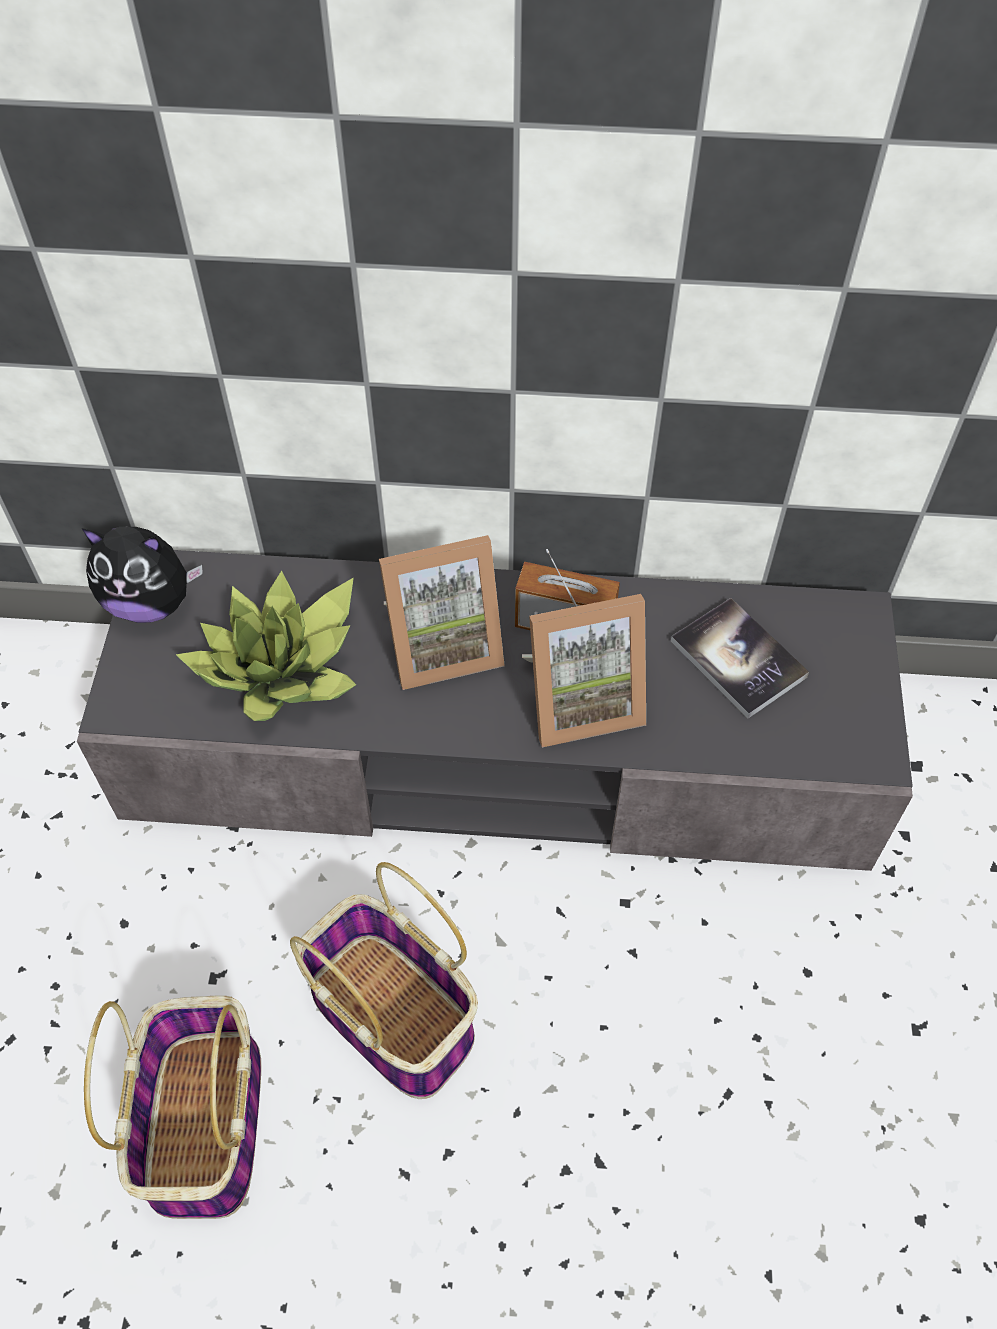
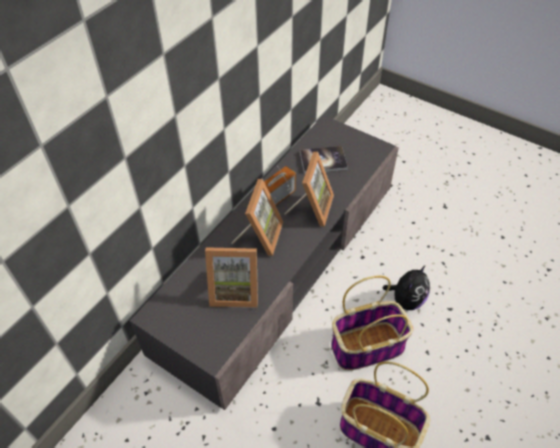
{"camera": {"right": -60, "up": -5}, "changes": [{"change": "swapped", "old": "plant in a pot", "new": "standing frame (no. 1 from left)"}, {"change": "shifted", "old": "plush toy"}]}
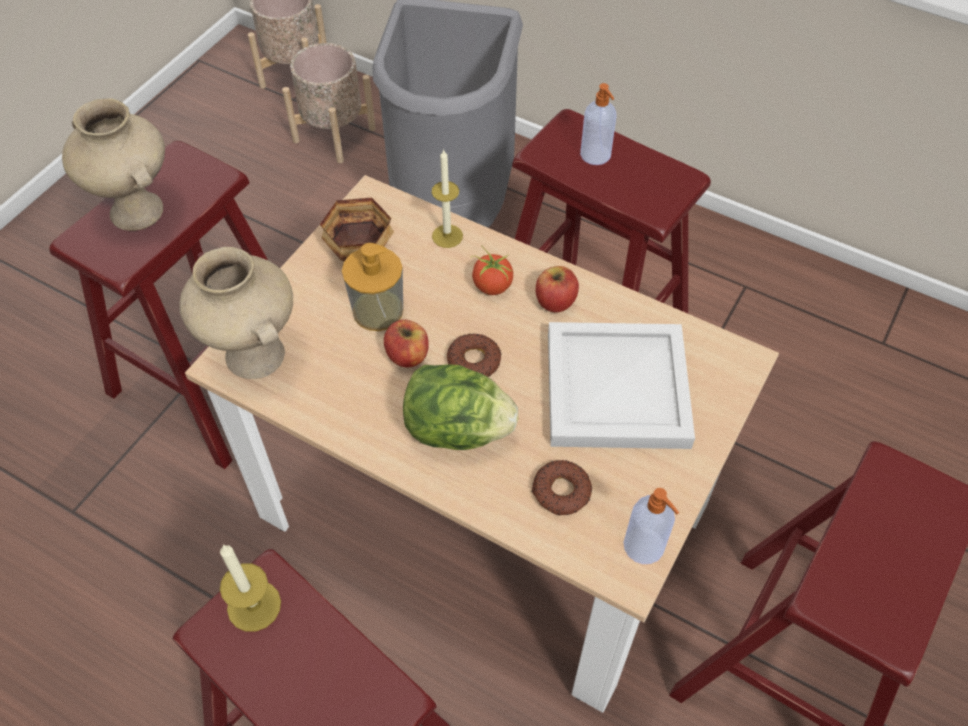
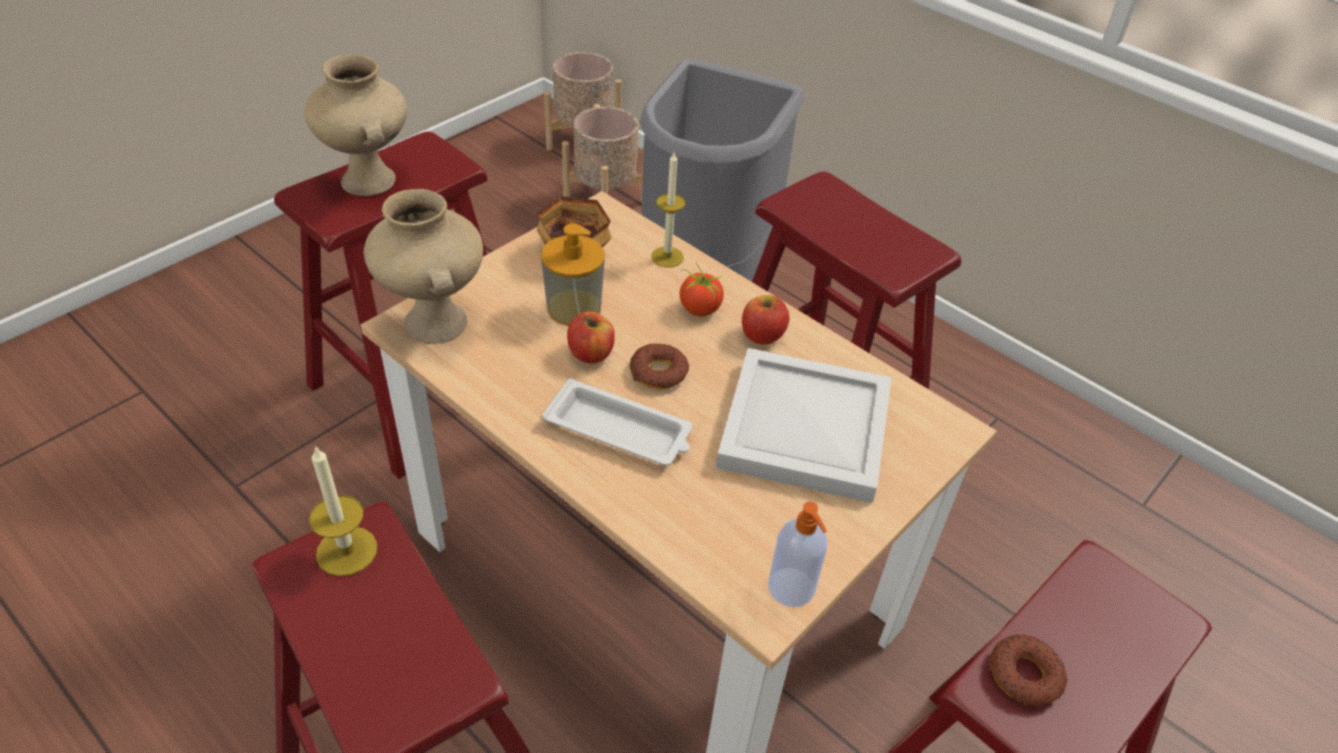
{"camera": {"right": 10, "up": -10}, "changes": [{"change": "swapped", "old": "lettuce", "new": "serving tray (white) (no. 1 from left)"}, {"change": "shifted", "old": "ring doughnut (no. 2 from left)"}, {"change": "gone", "old": "soap bottle (no. 2 from left)"}]}
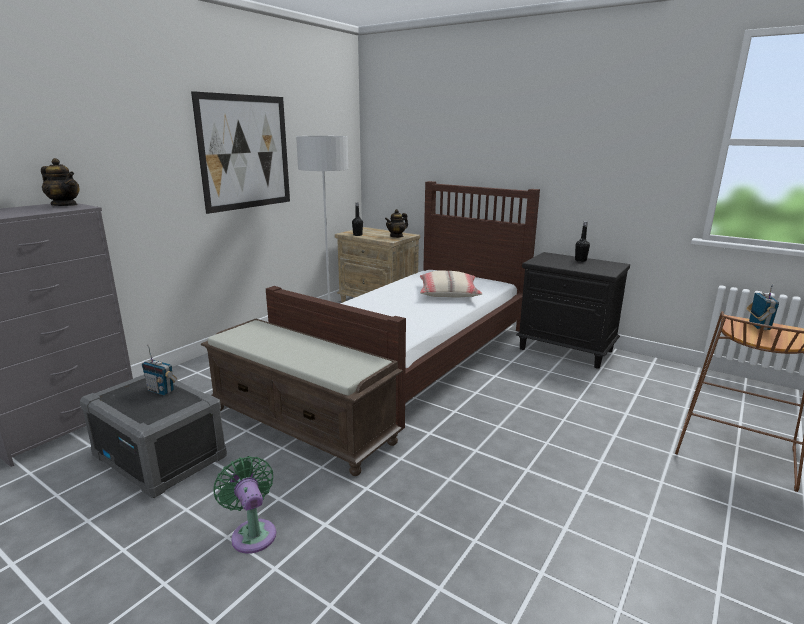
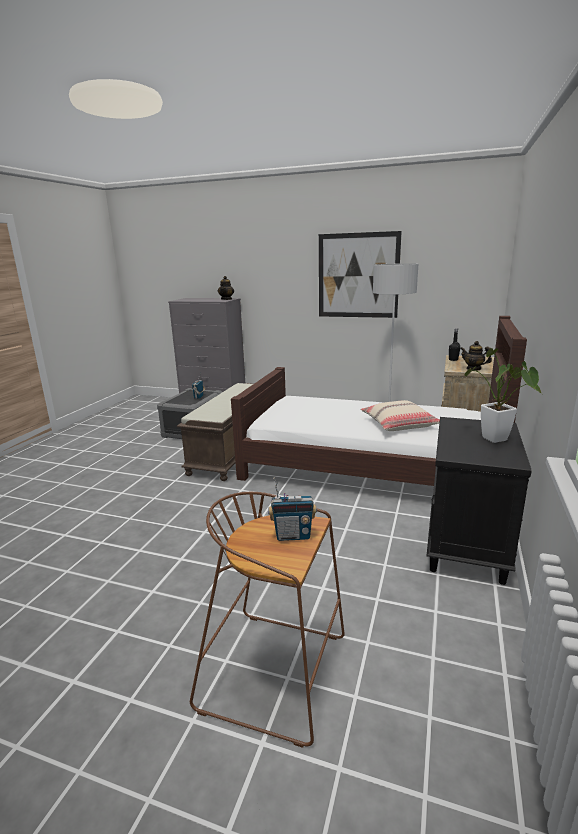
{"camera": {"right": 75, "up": 0}, "changes": [{"change": "swapped", "old": "bottle (black-coloured) (no. 2 from left)", "new": "plant in a pot"}, {"change": "gone", "old": "fan (green)"}]}
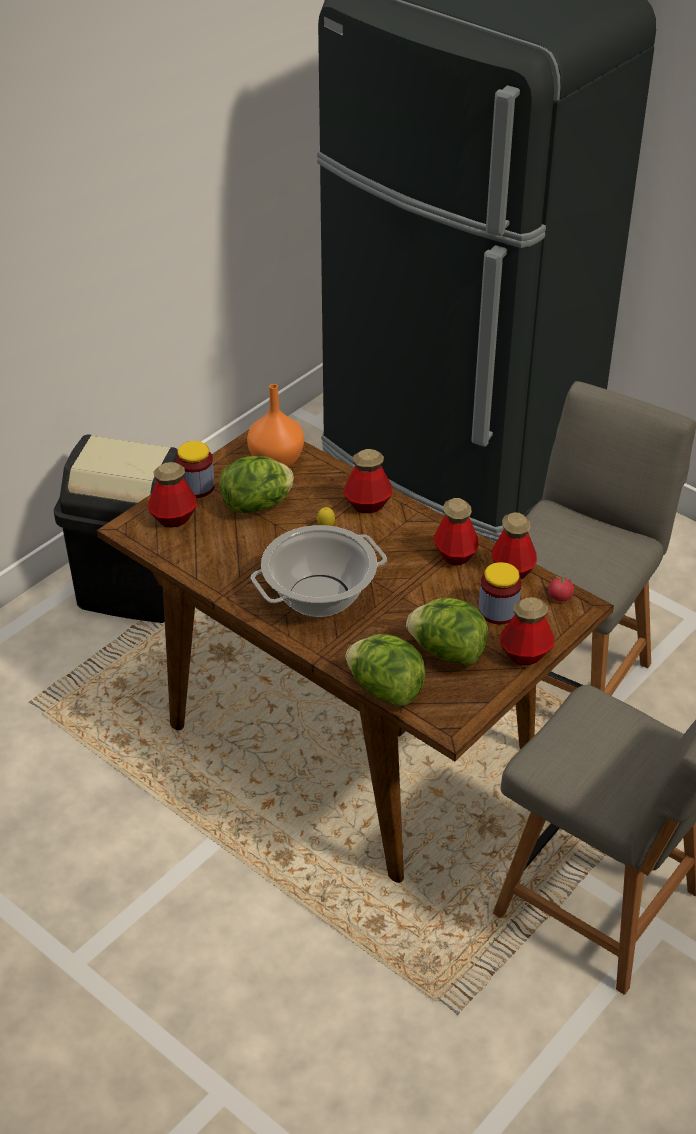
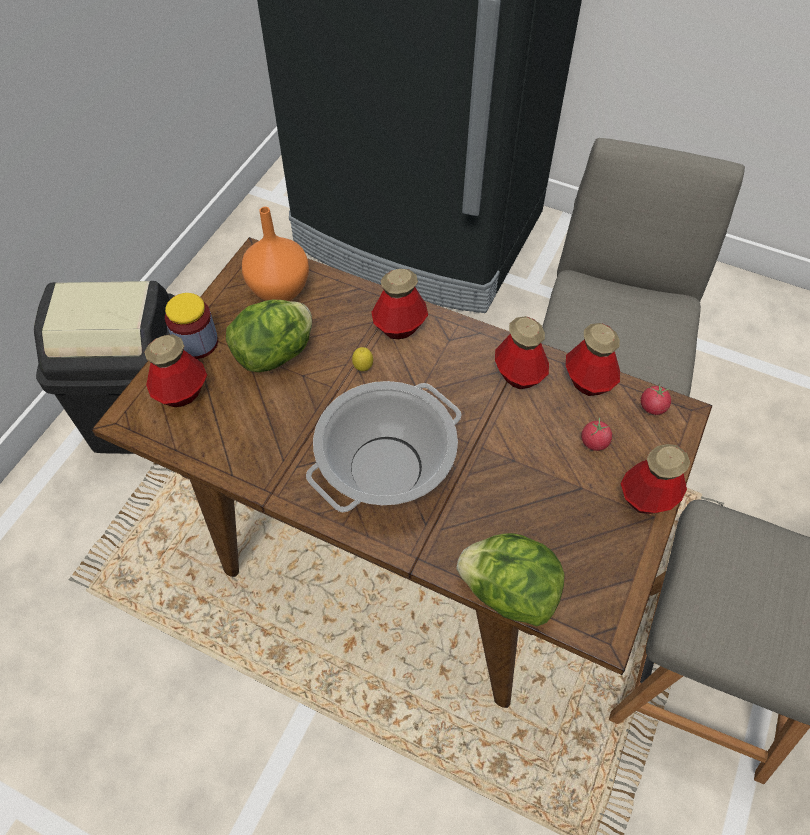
{"camera": {"right": -15, "up": 15}, "changes": [{"change": "swapped", "old": "jar (no. 2 from left)", "new": "whole tomato (no. 1 from left)"}, {"change": "gone", "old": "lettuce (no. 3 from left)"}]}
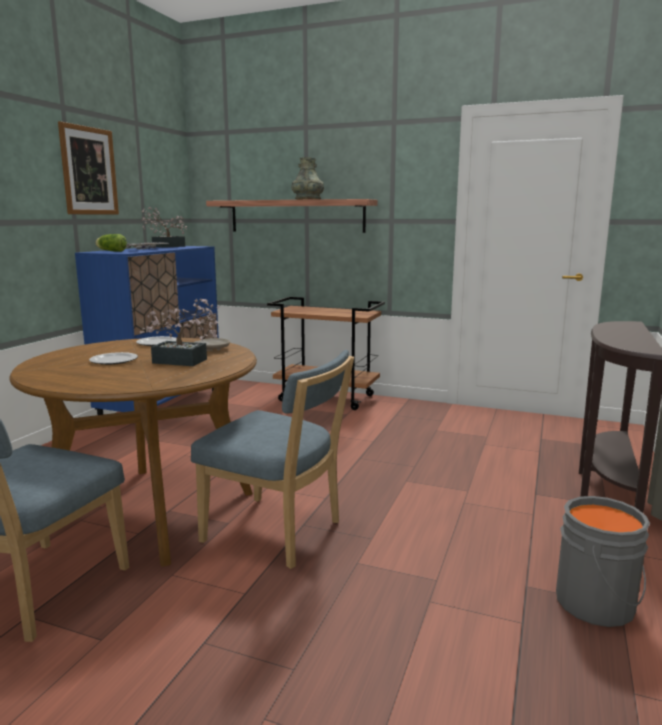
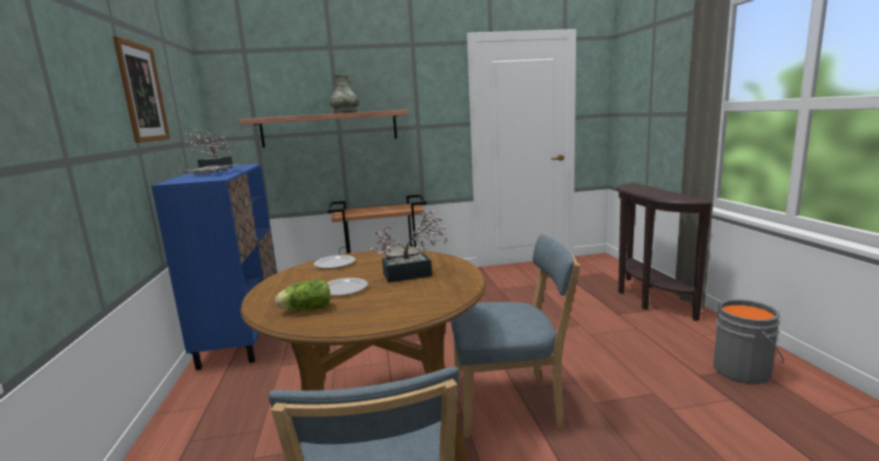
{"camera": {"right": -30, "up": 0}, "changes": [{"change": "shifted", "old": "lettuce"}]}
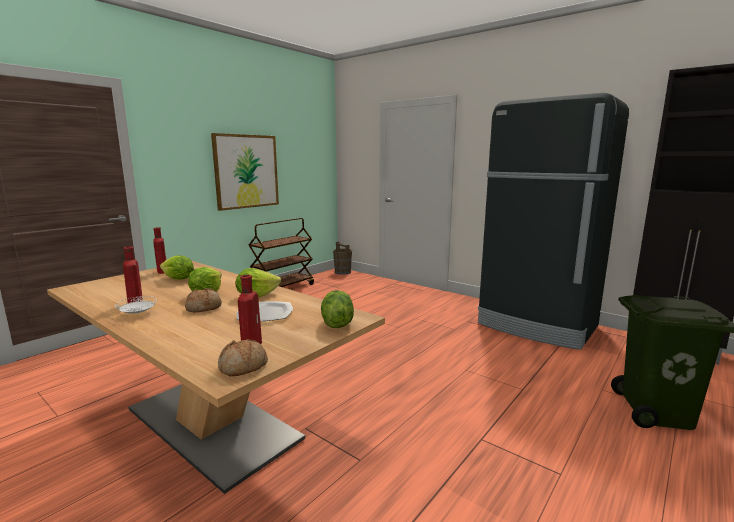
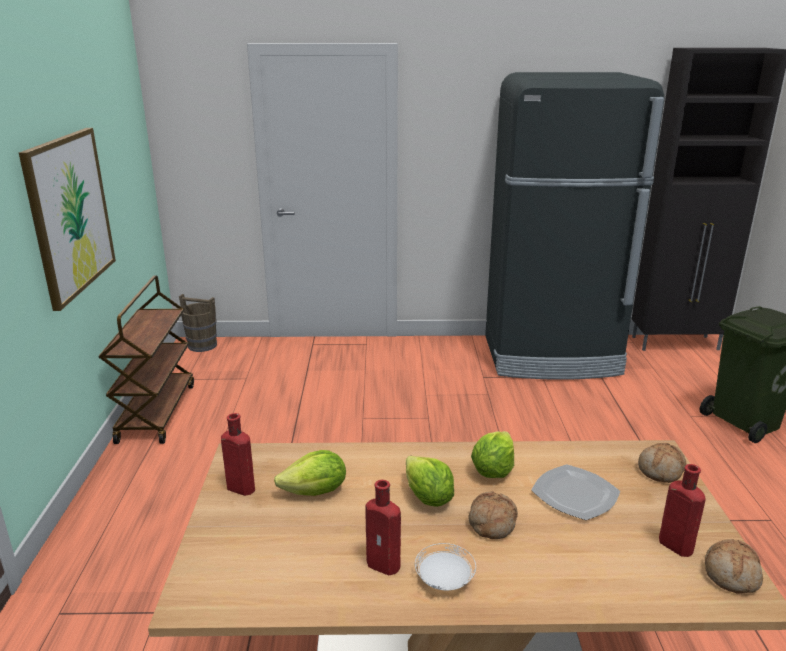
{"camera": {"right": -40, "up": 10}, "changes": [{"change": "swapped", "old": "lettuce (no. 4 from left)", "new": "bakery bread (no. 2 from left)"}]}
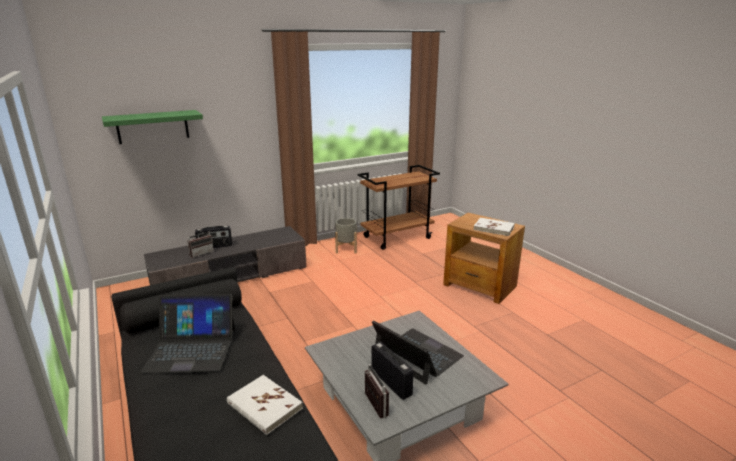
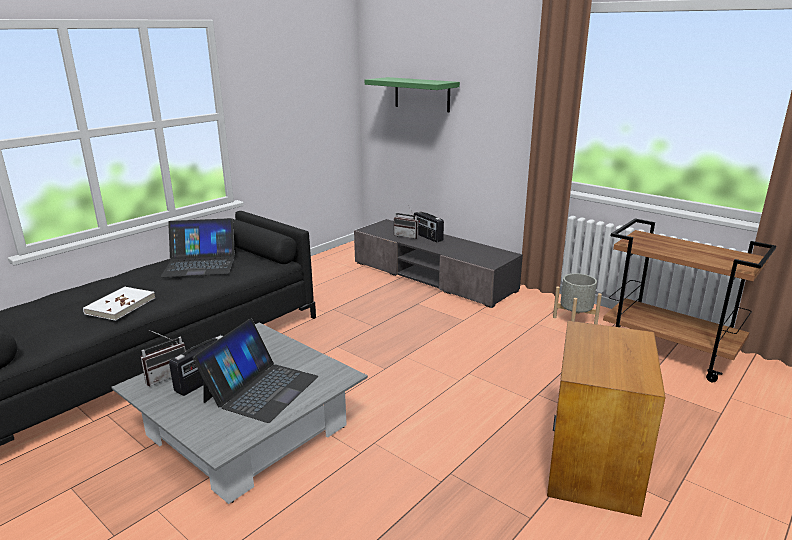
{"camera": {"right": 70, "up": 0}, "changes": [{"change": "rotated", "old": "portable computer (no. 1 from left)", "degrees": -75}, {"change": "gone", "old": "bound book (white) (no. 2 from left)"}]}
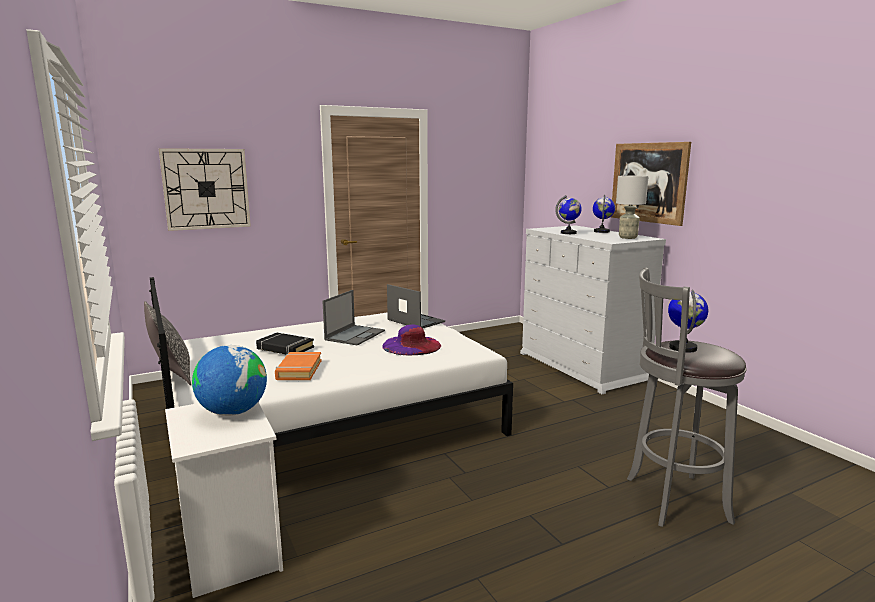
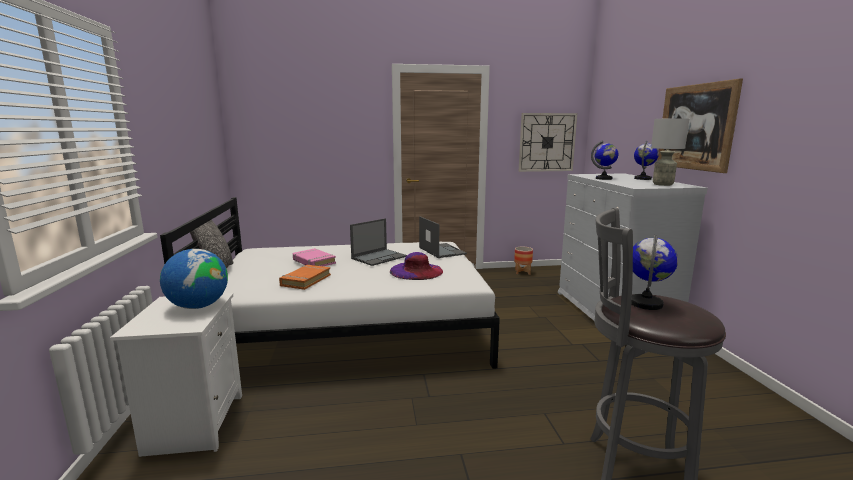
{"camera": {"right": 20, "up": 0}, "changes": [{"change": "repainted", "old": "bound book (black-coloured)", "new": "bound book (pink-coloured)"}, {"change": "new", "new": "planter"}, {"change": "shifted", "old": "clock on the wall"}]}
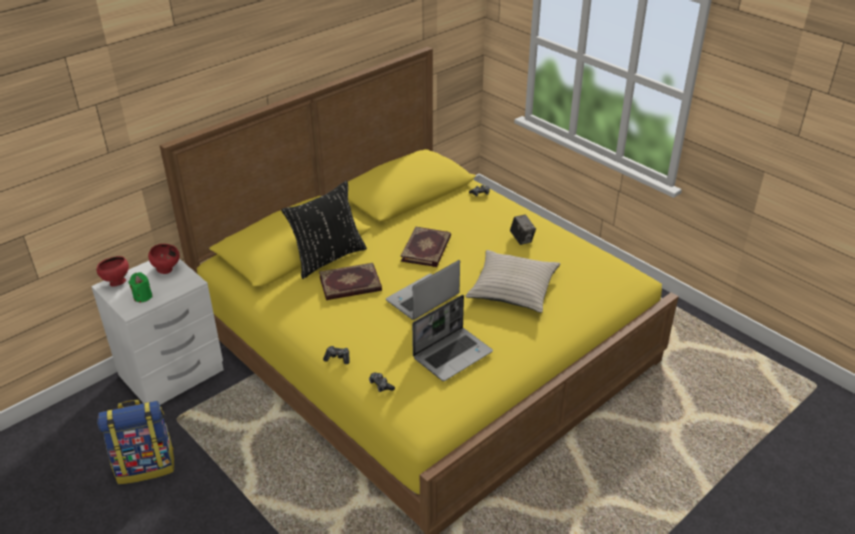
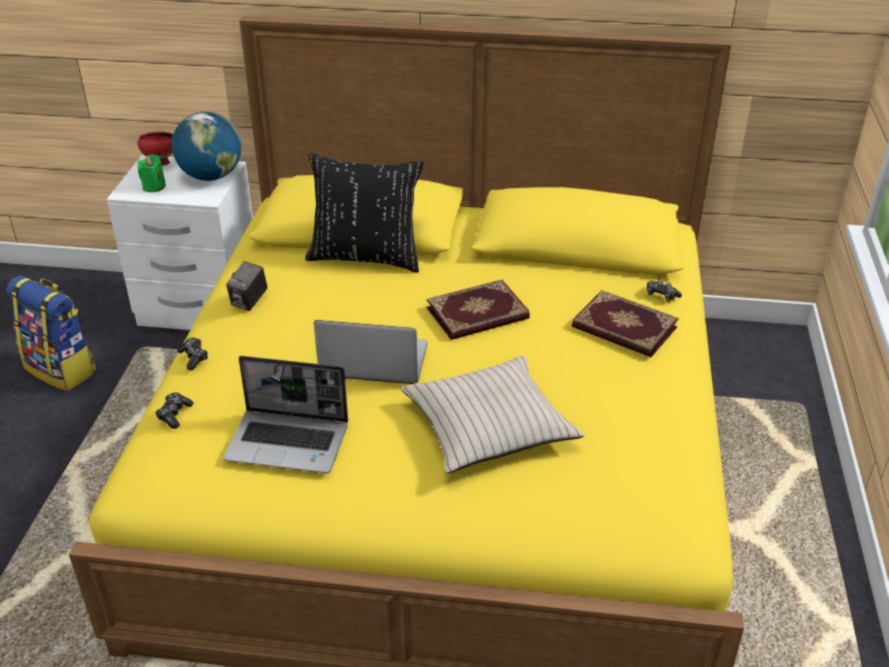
{"camera": {"right": 50, "up": 0}, "changes": [{"change": "swapped", "old": "bowl (red) (no. 2 from left)", "new": "globe"}, {"change": "shifted", "old": "photo camera"}, {"change": "shifted", "old": "bound book (no. 1 from left in the first image)", "new": "bound book (no. 2 from left)"}]}
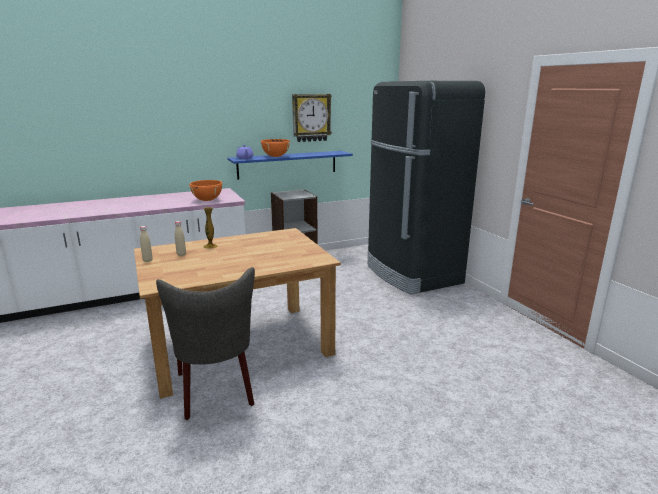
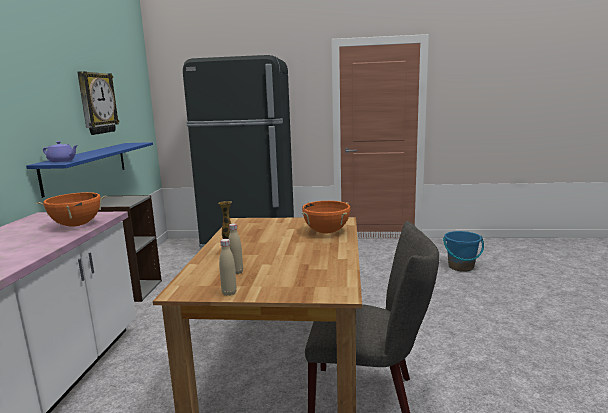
{"camera": {"right": -60, "up": -5}, "changes": [{"change": "shifted", "old": "saucepot (orangey) (no. 2 from left)"}, {"change": "new", "new": "pail (blue-coloured)"}]}
